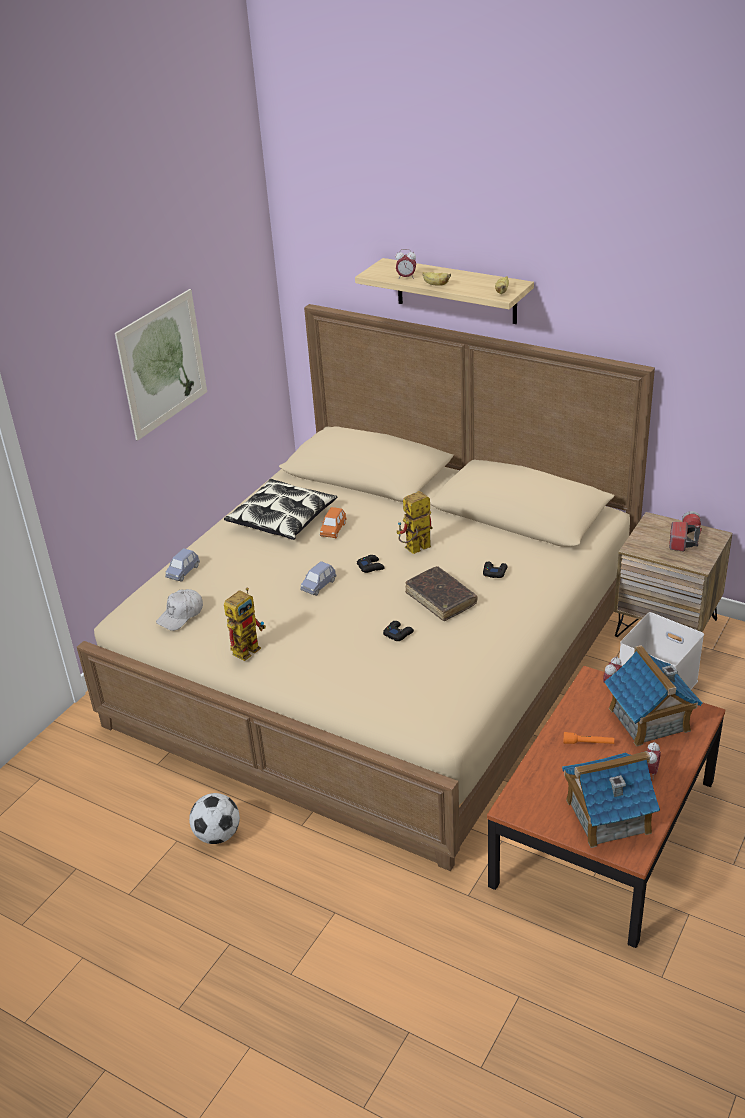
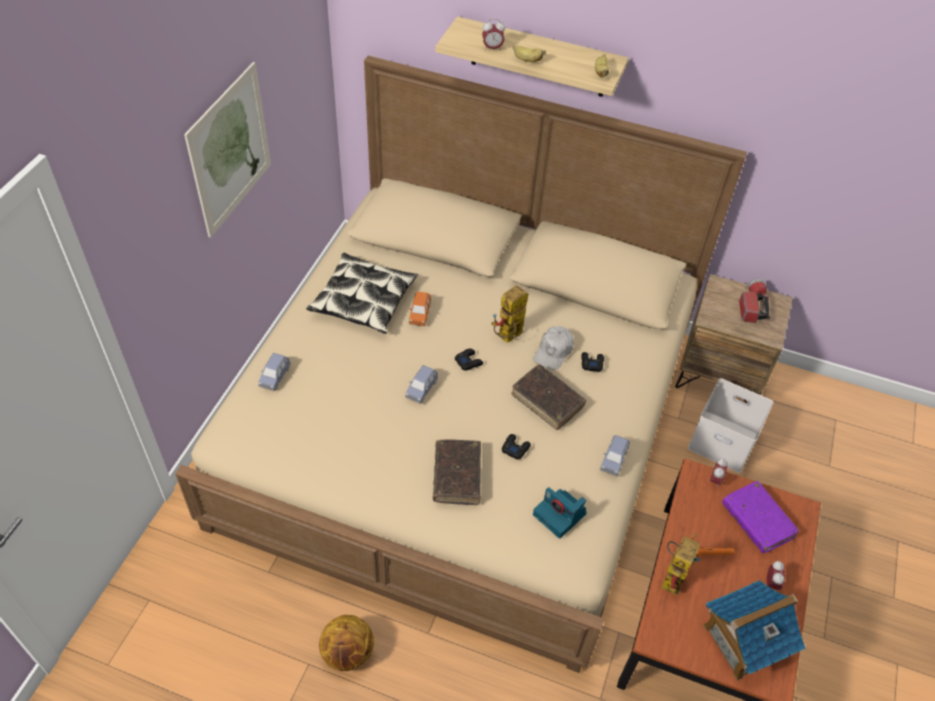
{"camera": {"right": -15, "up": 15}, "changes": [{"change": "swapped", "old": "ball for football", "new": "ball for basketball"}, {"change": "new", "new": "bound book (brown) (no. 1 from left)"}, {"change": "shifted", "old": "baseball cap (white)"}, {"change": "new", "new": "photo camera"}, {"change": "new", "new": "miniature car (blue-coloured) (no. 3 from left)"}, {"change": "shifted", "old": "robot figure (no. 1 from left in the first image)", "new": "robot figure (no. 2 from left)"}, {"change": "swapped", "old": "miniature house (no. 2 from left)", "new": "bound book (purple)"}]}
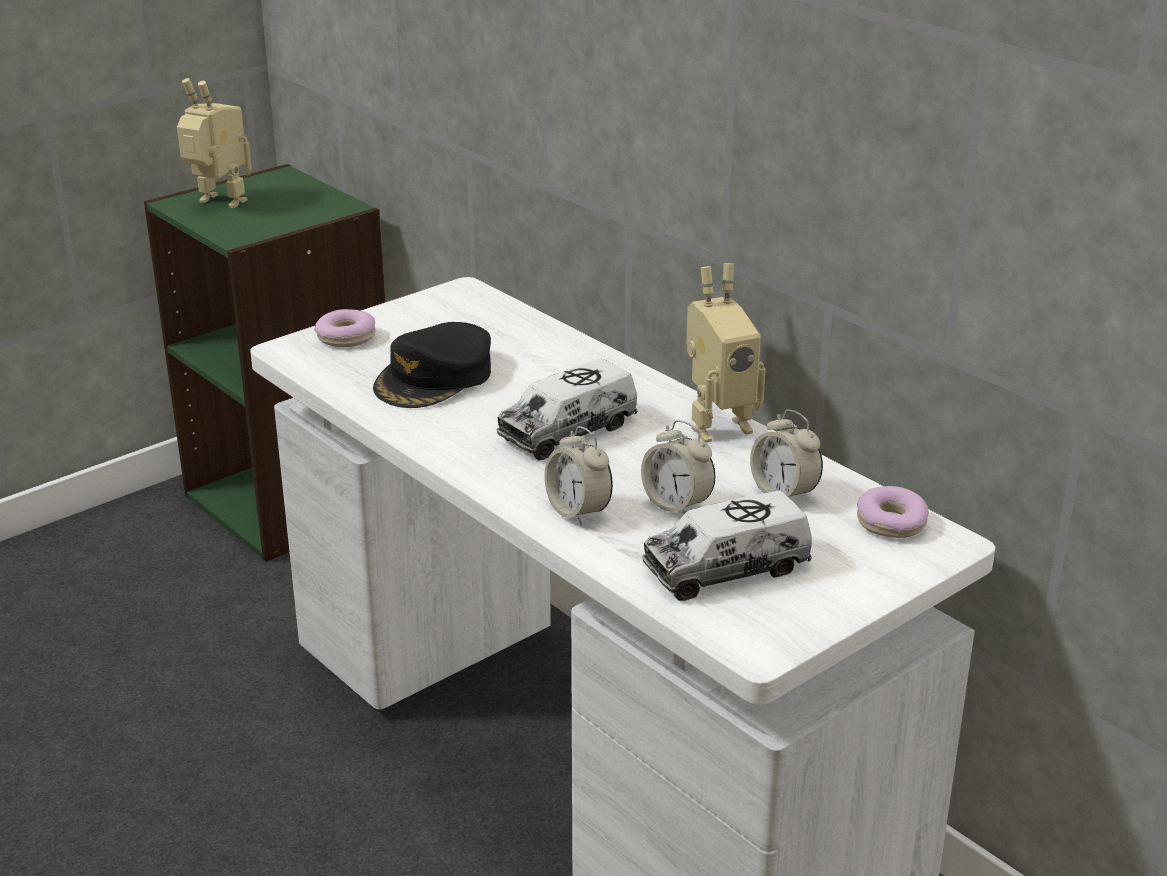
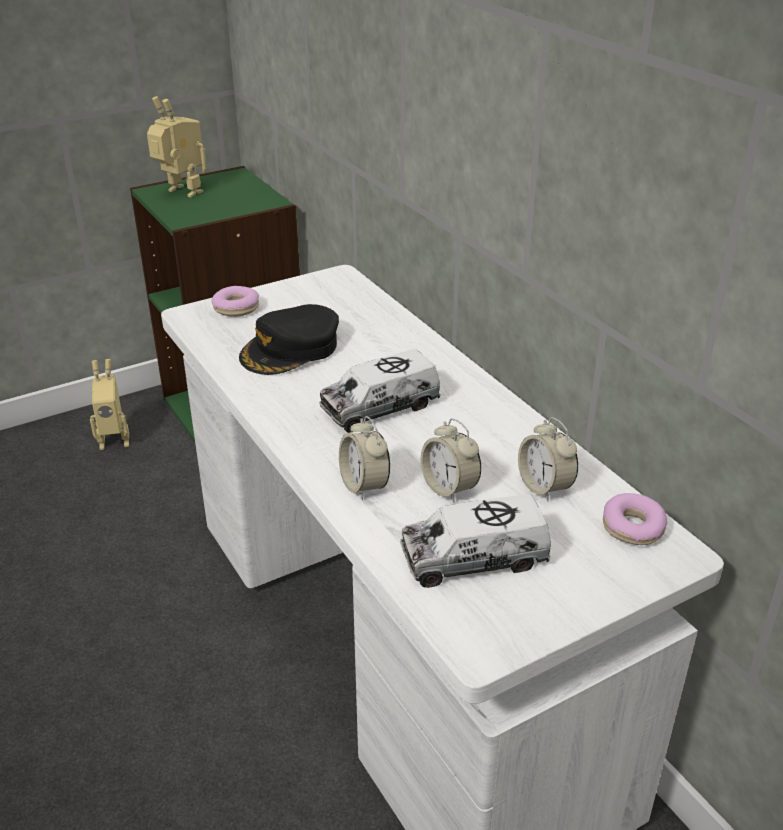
{"camera": {"right": 10, "up": 5}, "changes": [{"change": "shifted", "old": "robot figure (no. 2 from left in the first image)", "new": "robot figure (no. 1 from left)"}]}
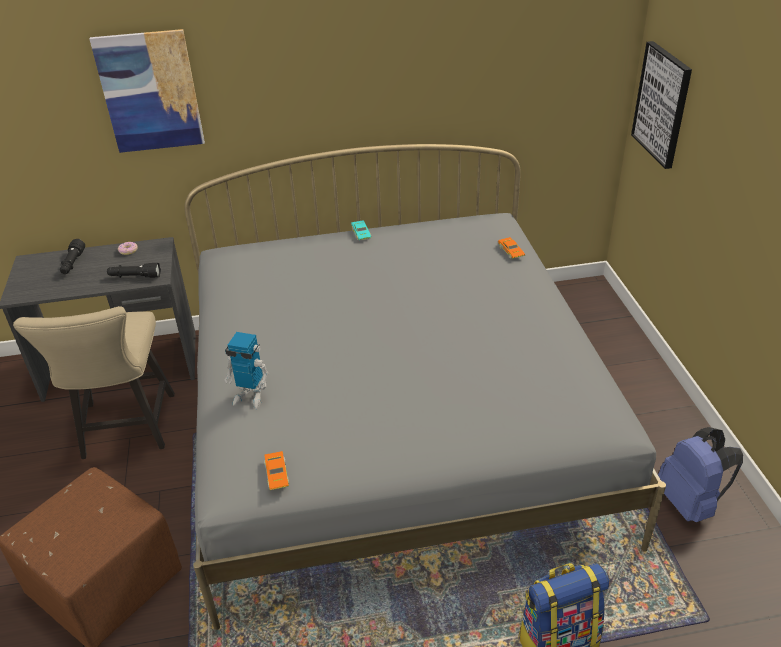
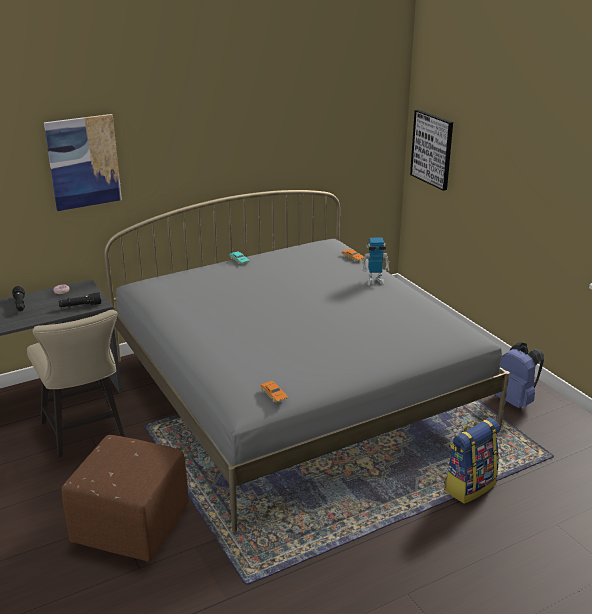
{"camera": {"right": -20, "up": -10}, "changes": [{"change": "shifted", "old": "robot figure"}]}
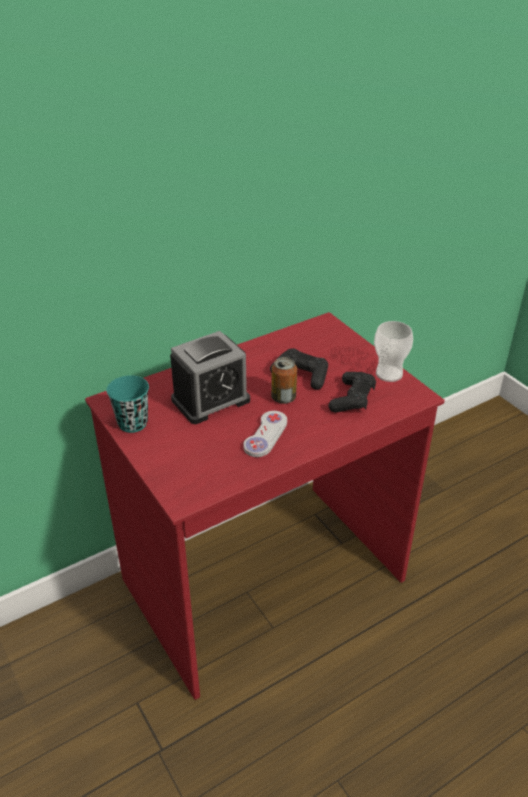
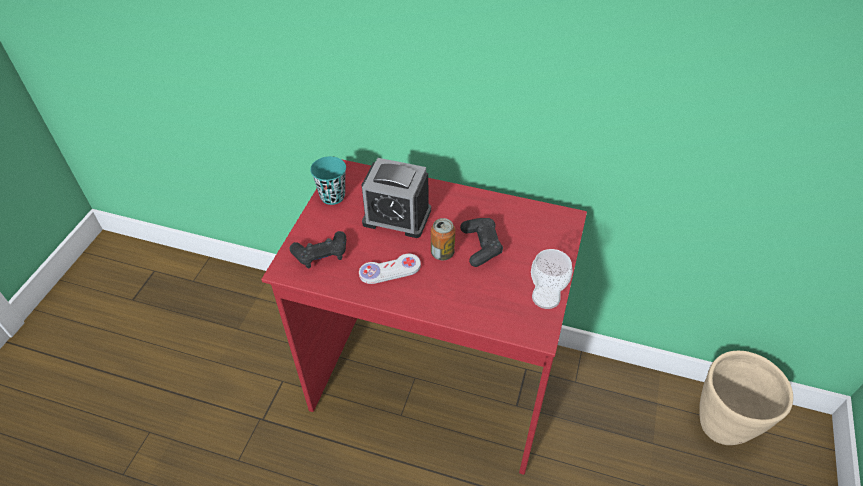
{"camera": {"right": 50, "up": 10}, "changes": [{"change": "shifted", "old": "gamepad (black-coloured) (no. 2 from left in the first image)", "new": "gamepad (black-coloured) (no. 1 from left)"}, {"change": "new", "new": "planter (beige-coloured)"}]}
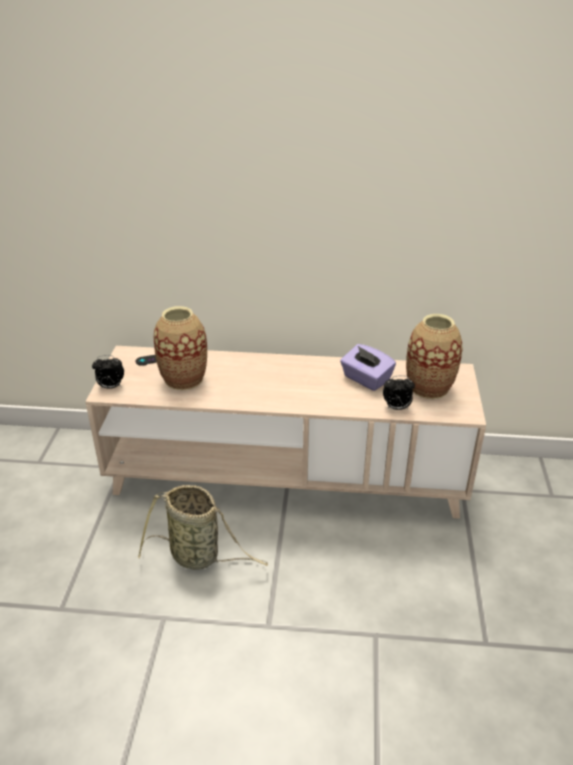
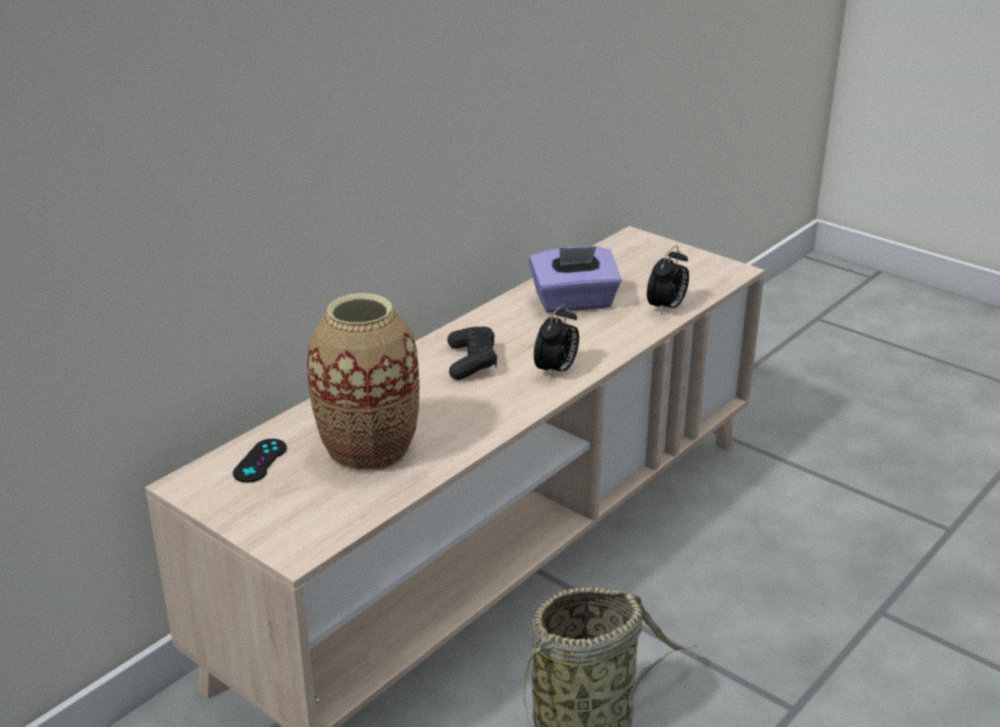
{"camera": {"right": -55, "up": -5}, "changes": [{"change": "new", "new": "gamepad (black-coloured) (no. 2 from left)"}, {"change": "shifted", "old": "bedside clock (no. 1 from left)"}, {"change": "gone", "old": "flower vase (no. 2 from left)"}]}
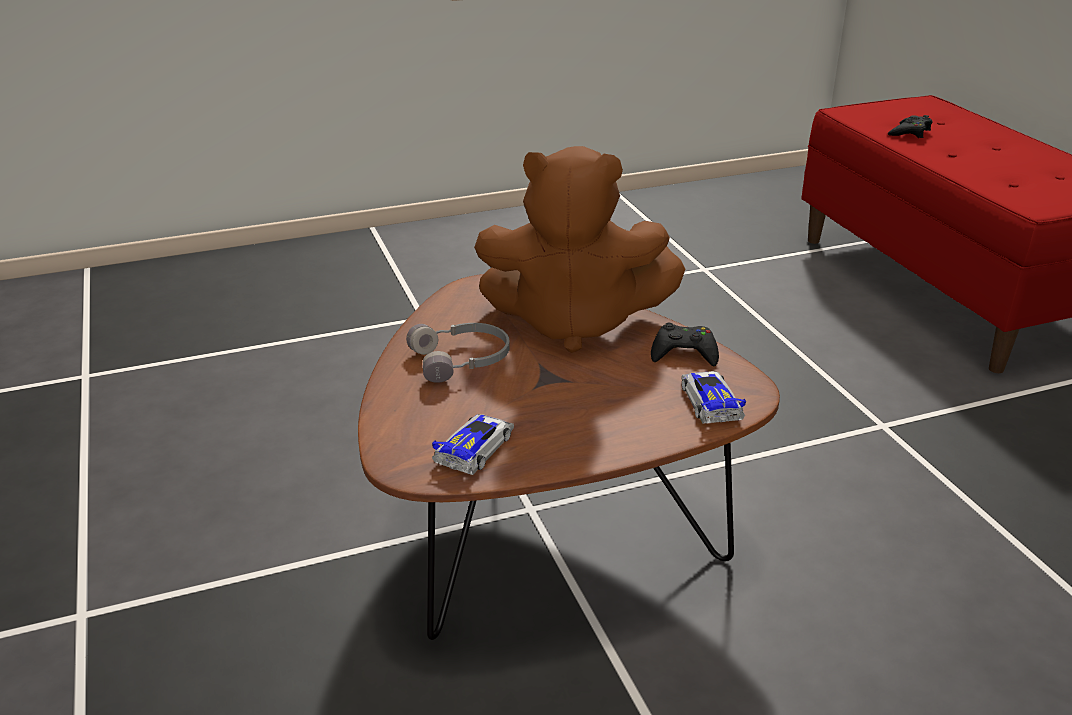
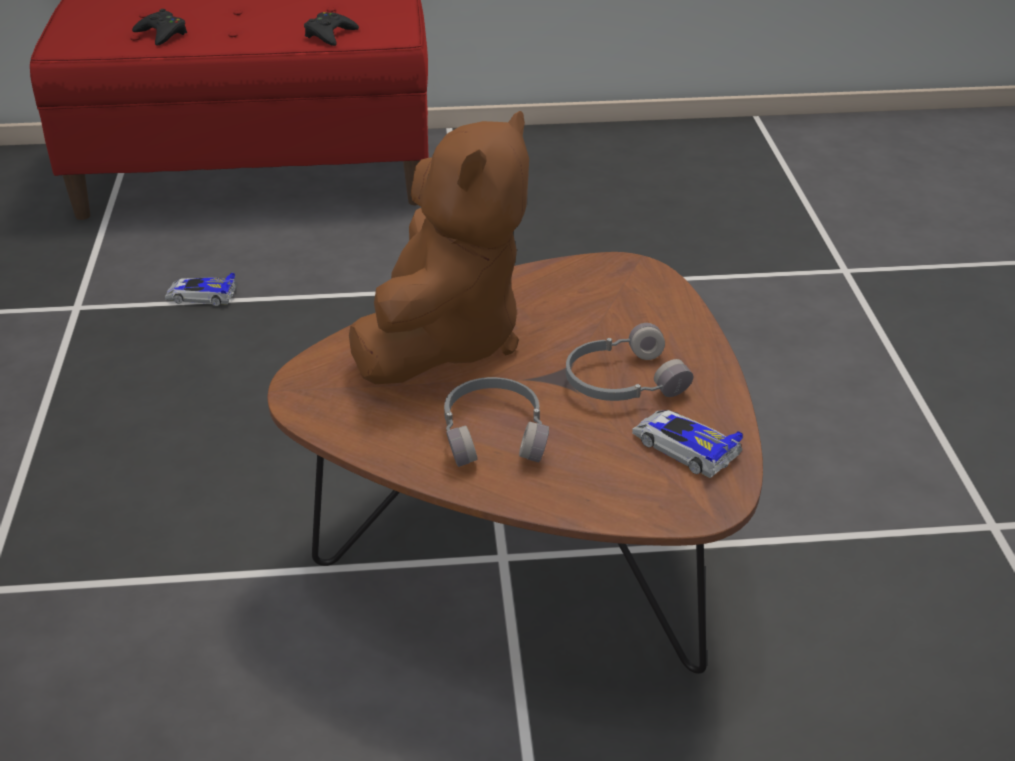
{"camera": {"right": -75, "up": 5}, "changes": [{"change": "shifted", "old": "miniature car (no. 2 from left in the first image)", "new": "miniature car (no. 1 from left)"}, {"change": "shifted", "old": "gamepad (black-coloured) (no. 1 from left in the first image)", "new": "gamepad (black-coloured) (no. 2 from left)"}, {"change": "new", "new": "pair of headphones (greyish) (no. 2 from left)"}]}
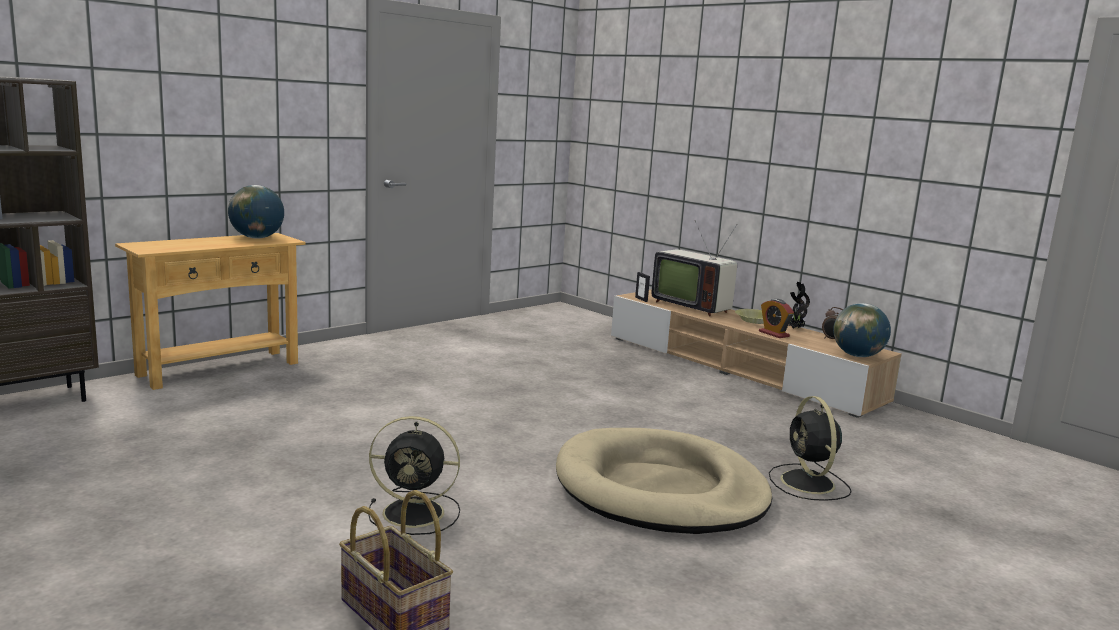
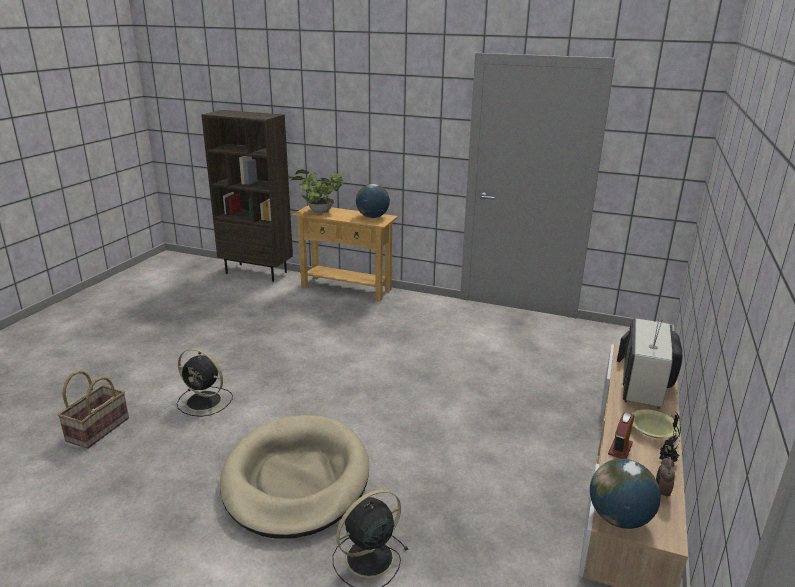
{"camera": {"right": 65, "up": 10}, "changes": [{"change": "rotated", "old": "fan (black-coloured) (no. 1 from left)", "degrees": -45}, {"change": "new", "new": "plant in a pot (no. 1 from left)"}]}
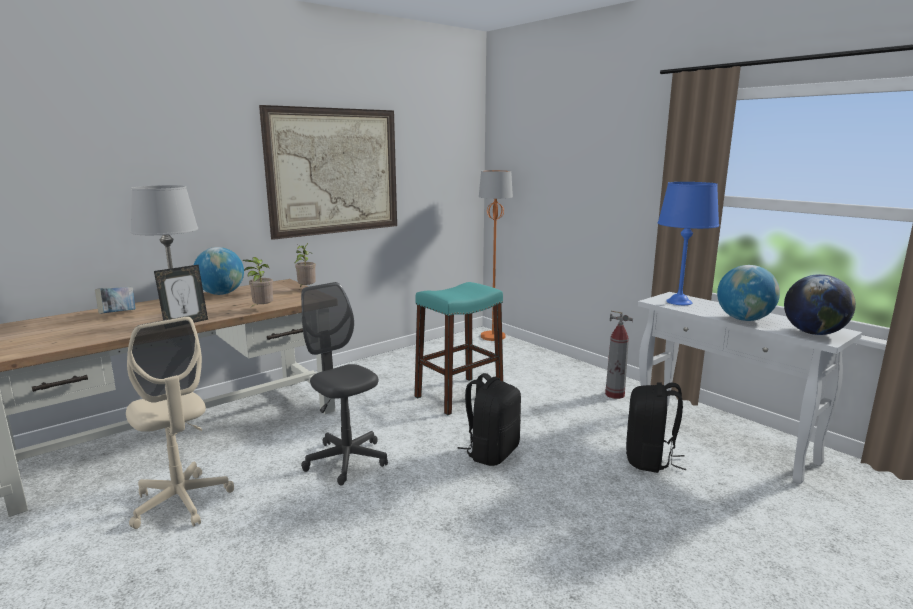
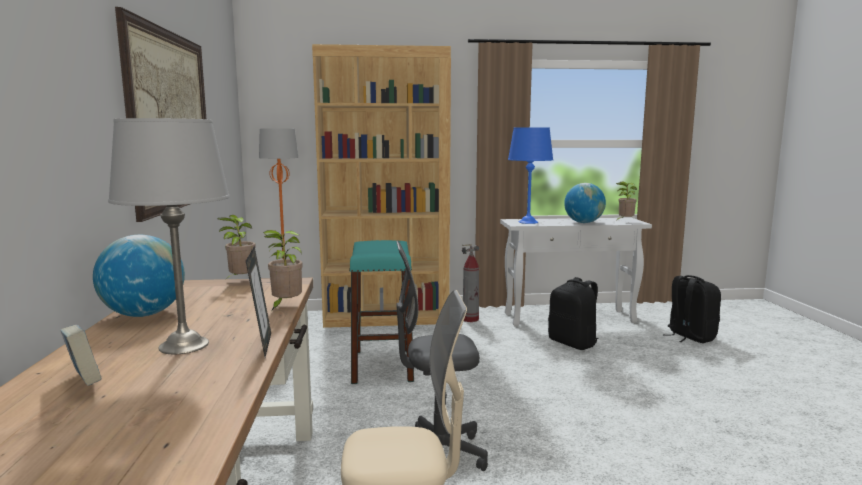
{"camera": {"right": -55, "up": -5}, "changes": [{"change": "new", "new": "shelving unit (brown)"}, {"change": "swapped", "old": "globe (no. 3 from left)", "new": "plant in a pot (no. 3 from left)"}, {"change": "shifted", "old": "rucksack (black-coloured) (no. 1 from left in the first image)", "new": "rucksack (black-coloured) (no. 2 from left)"}]}
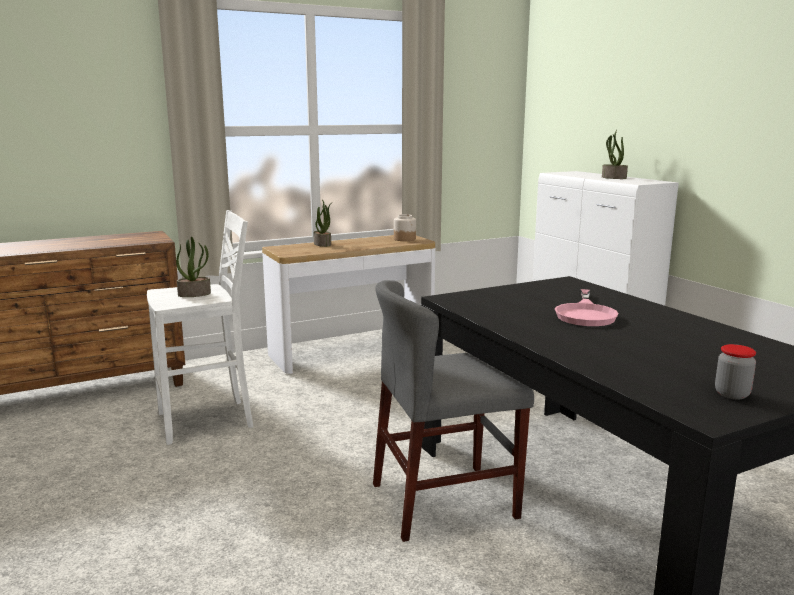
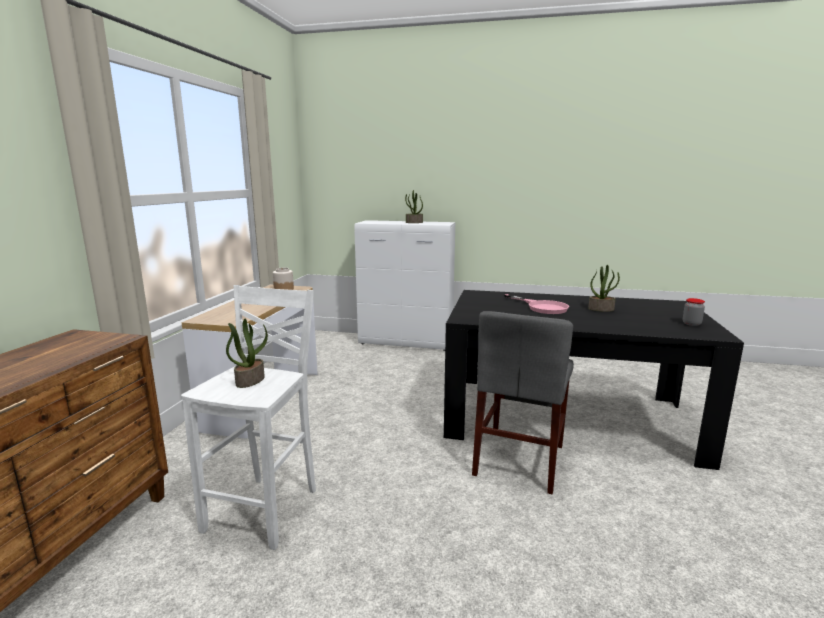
{"camera": {"right": -50, "up": 0}, "changes": [{"change": "shifted", "old": "plant in a pot (no. 2 from left in the first image)", "new": "plant in a pot (no. 3 from left)"}]}
